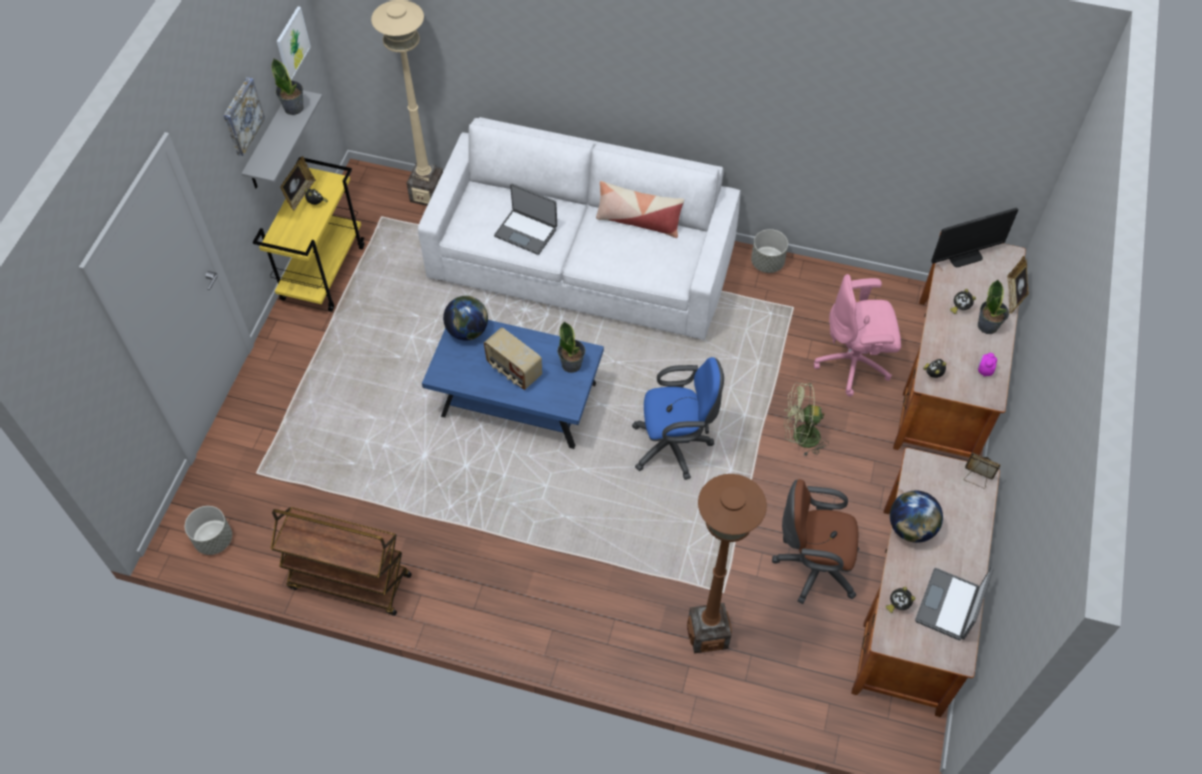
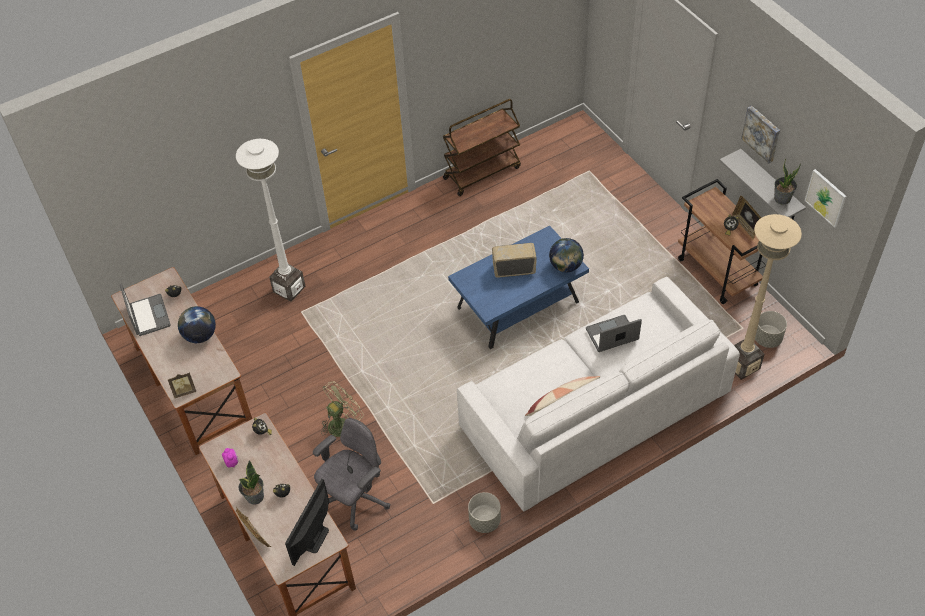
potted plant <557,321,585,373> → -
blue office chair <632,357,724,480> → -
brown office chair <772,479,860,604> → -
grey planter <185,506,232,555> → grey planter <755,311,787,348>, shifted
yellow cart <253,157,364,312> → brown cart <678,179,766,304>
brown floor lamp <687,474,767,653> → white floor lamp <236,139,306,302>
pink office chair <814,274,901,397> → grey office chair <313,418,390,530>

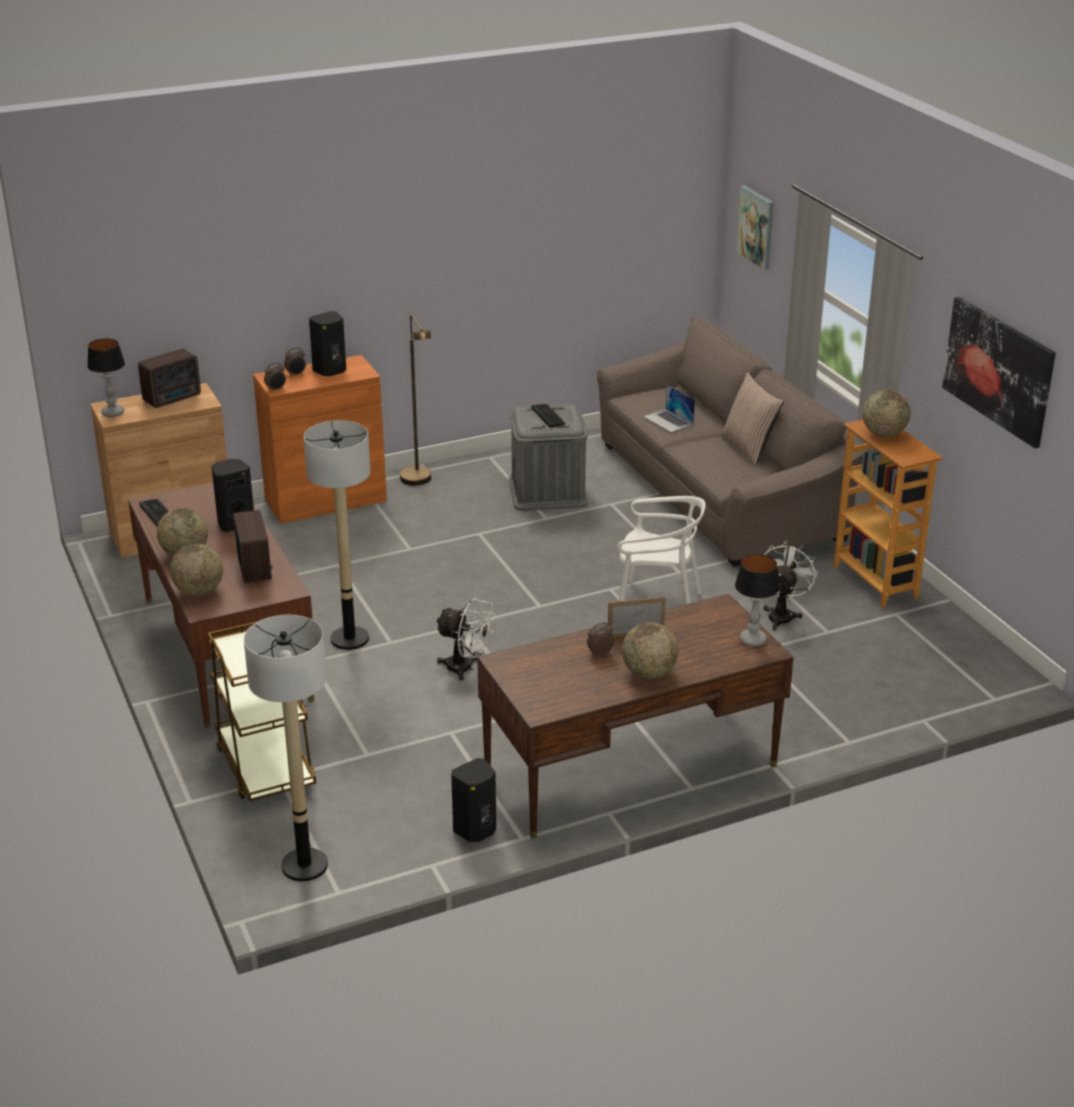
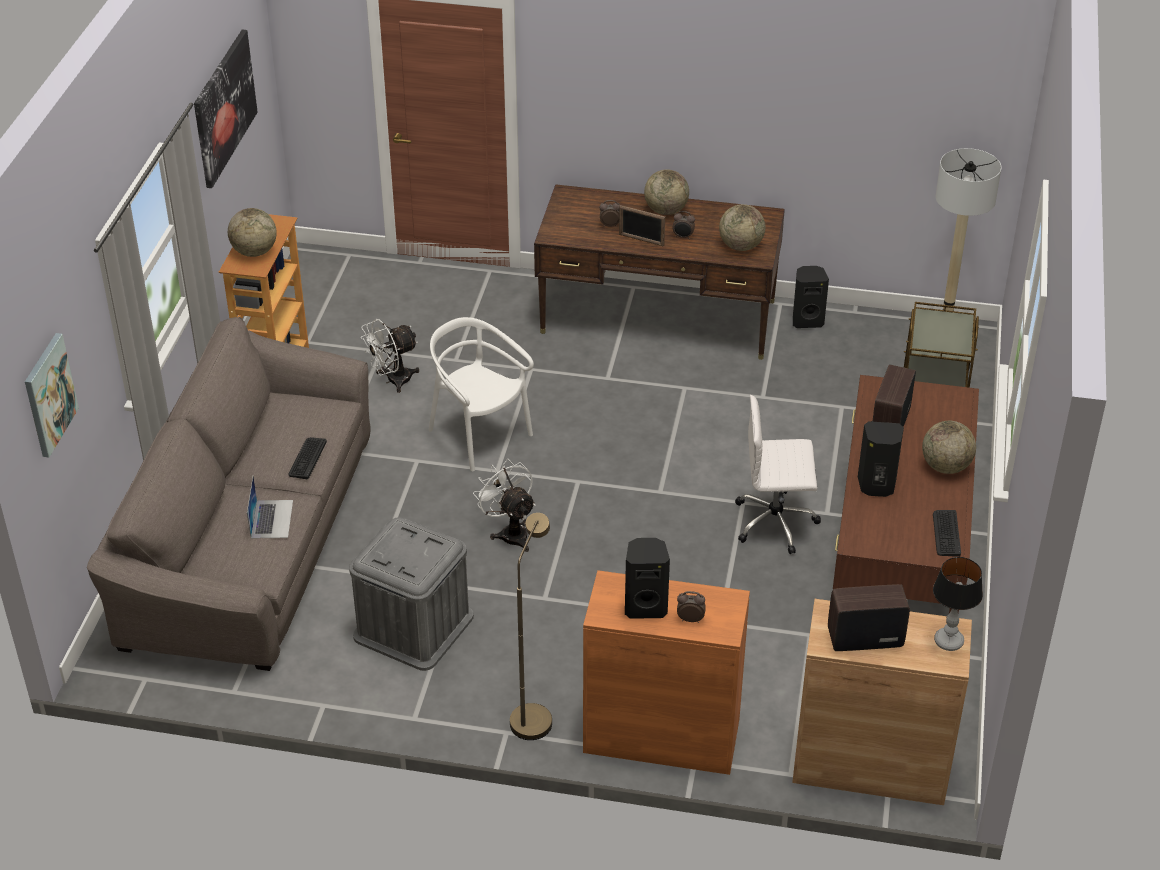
pillow <721,372,784,467> → -
table lamp <735,554,780,647> → -
globe <170,543,223,596> → globe <719,204,765,251>, shifted
alarm clock <264,362,286,392> → alarm clock <599,200,620,227>, shifted
white fan <435,598,495,681> → white fan <473,459,535,552>, shifted
keyboard <532,404,565,428> → keyboard <288,437,327,479>, shifted
floor lamp <304,420,370,650> → white office chair <735,395,821,554>

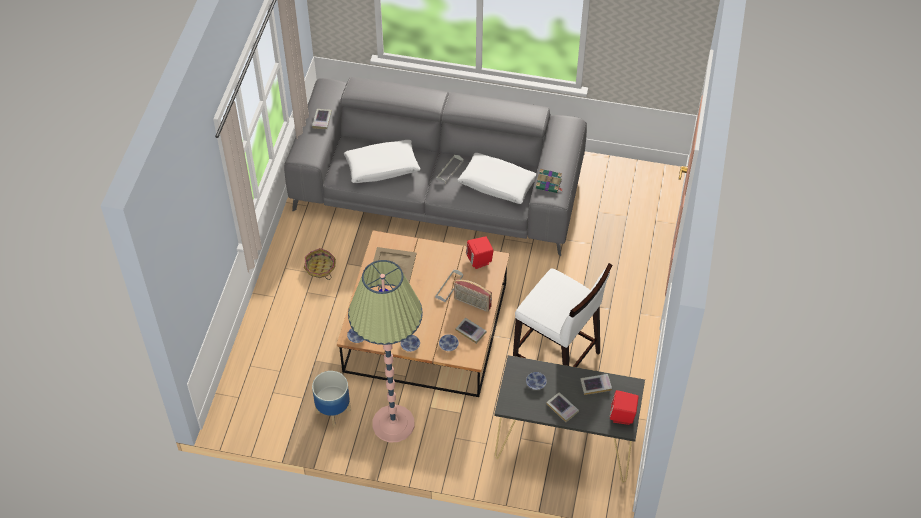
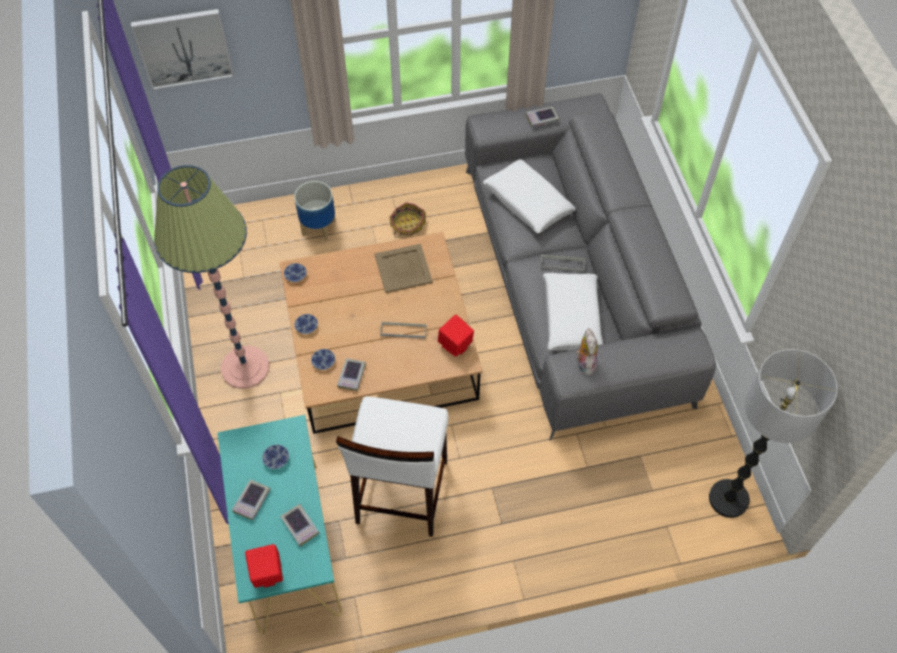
radio <454,279,492,312> → -
- → picture <131,9,234,90>
- → floor lamp <709,349,838,518>
planter <312,371,351,427> → planter <294,181,336,241>, shifted
book <536,169,562,193> → plush toy <576,328,598,375>
black console table <494,355,645,483> → turquoise console table <217,415,342,634>

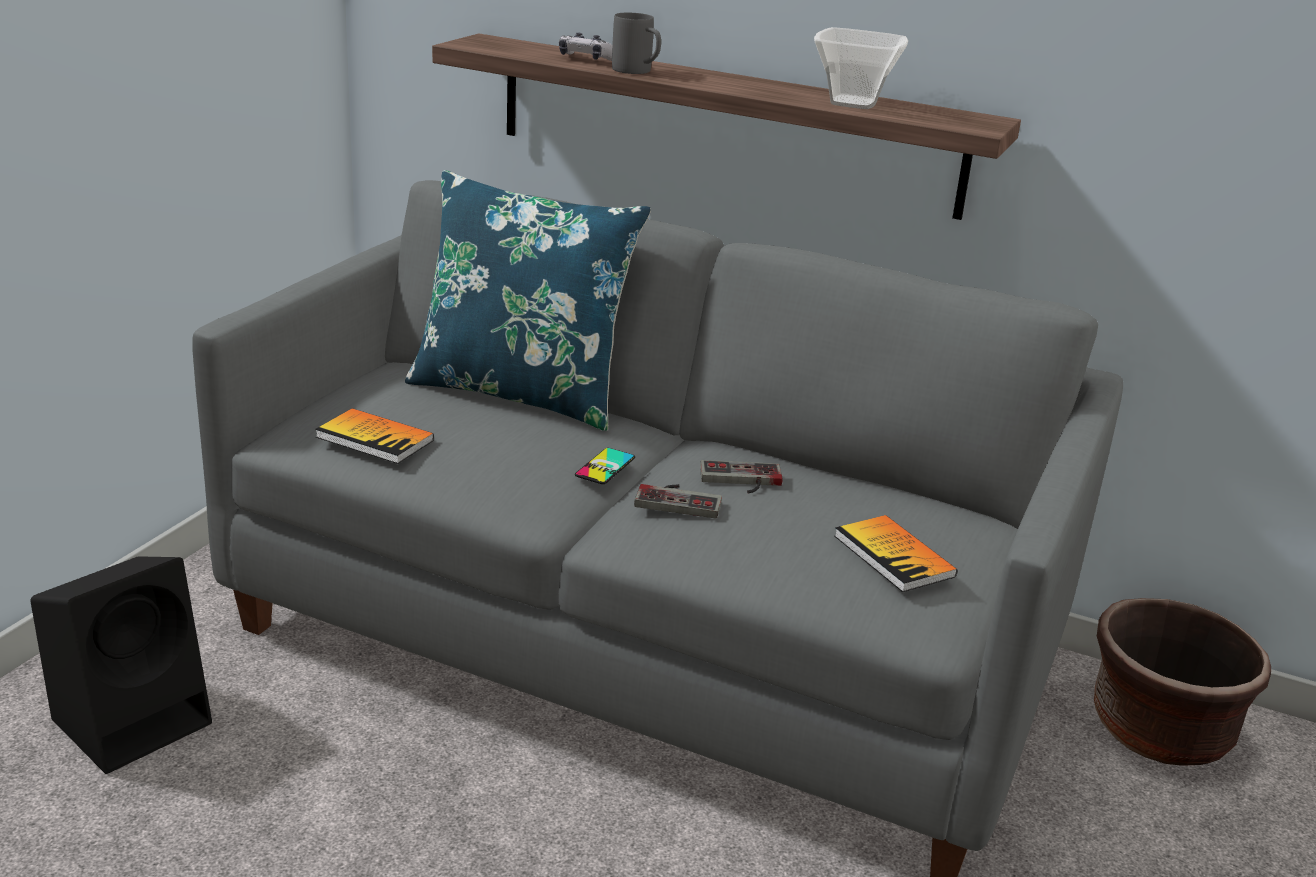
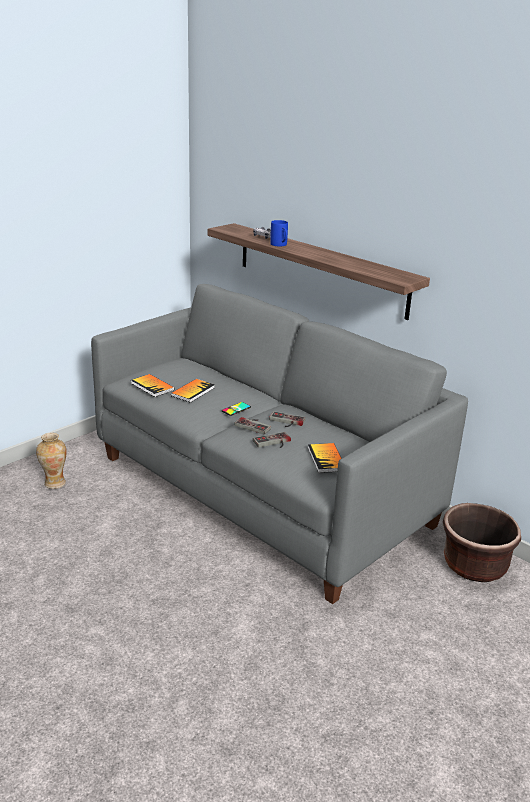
blue pillow <405,170,651,431> → -
bowl <814,27,908,109> → -
- → book <171,379,215,403>
- → game controller <253,432,291,448>
black speaker <30,556,212,774> → vase <36,433,67,489>
grey mug <612,13,661,74> → blue mug <270,220,288,246>

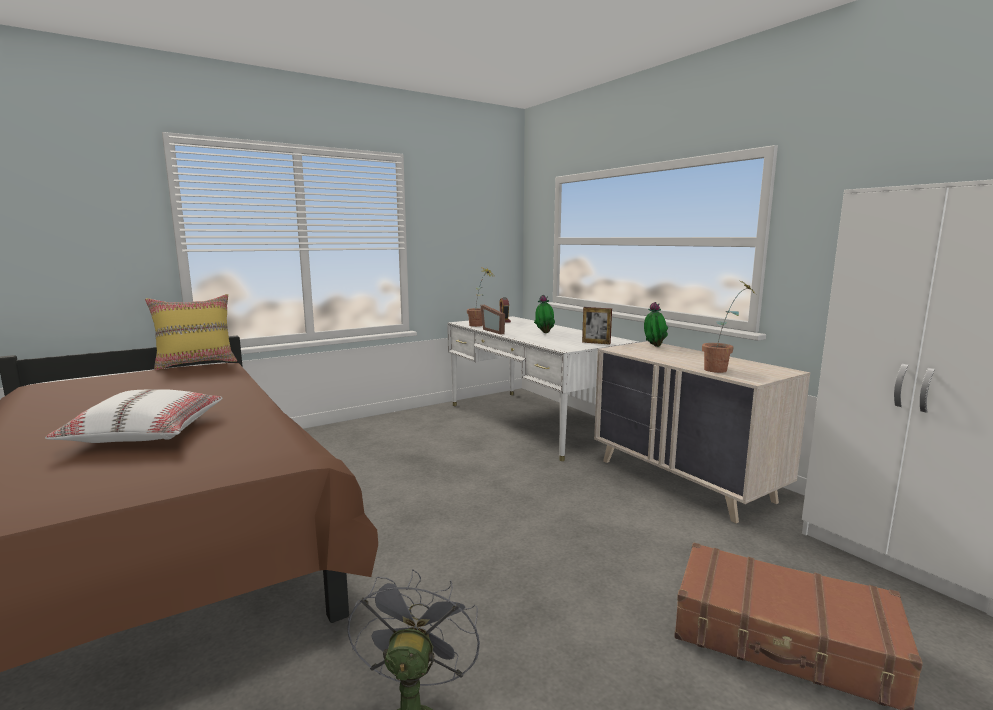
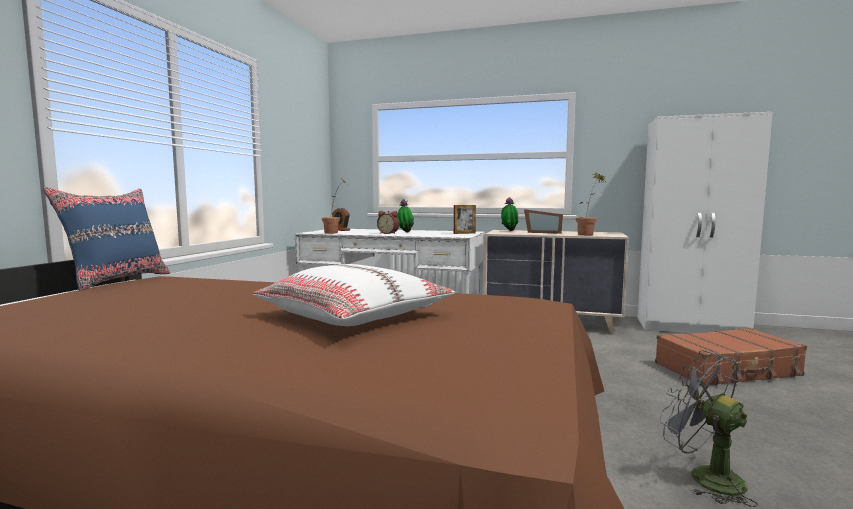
- → alarm clock <377,211,400,234>
picture frame <481,305,505,335> → picture frame <524,209,563,234>, shifted
yellow pillow <145,294,237,370> → blue pillow <43,187,171,290>

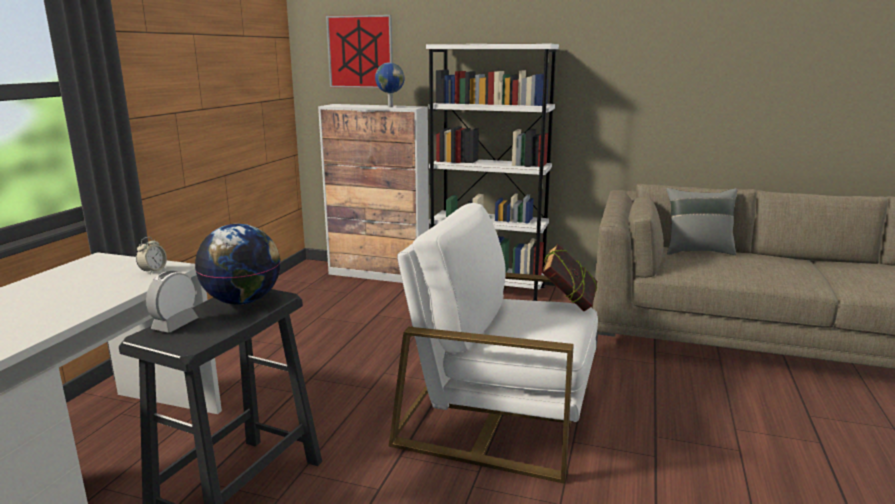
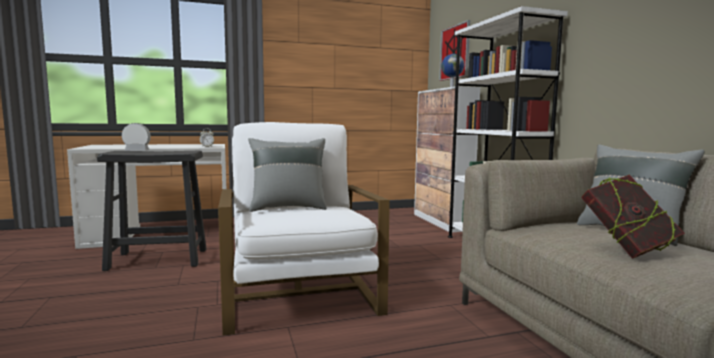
globe <195,224,281,305> → -
- → grey pillow <248,138,327,212>
book <542,243,598,311> → book <581,175,685,259>, shifted

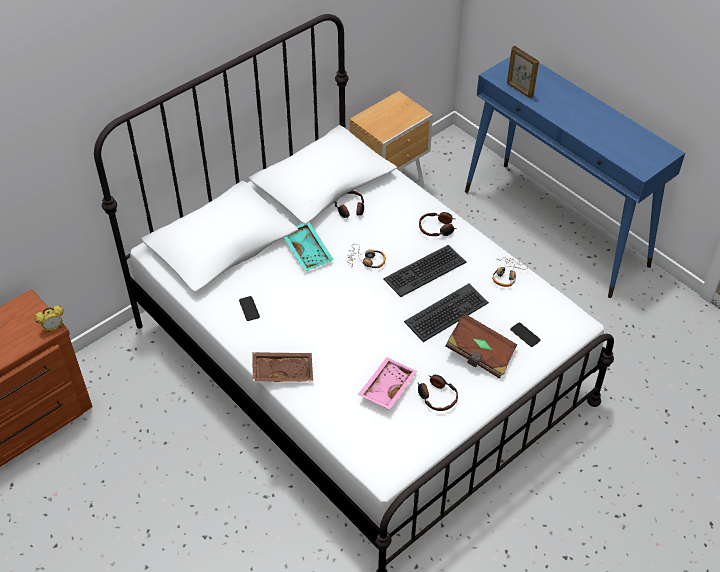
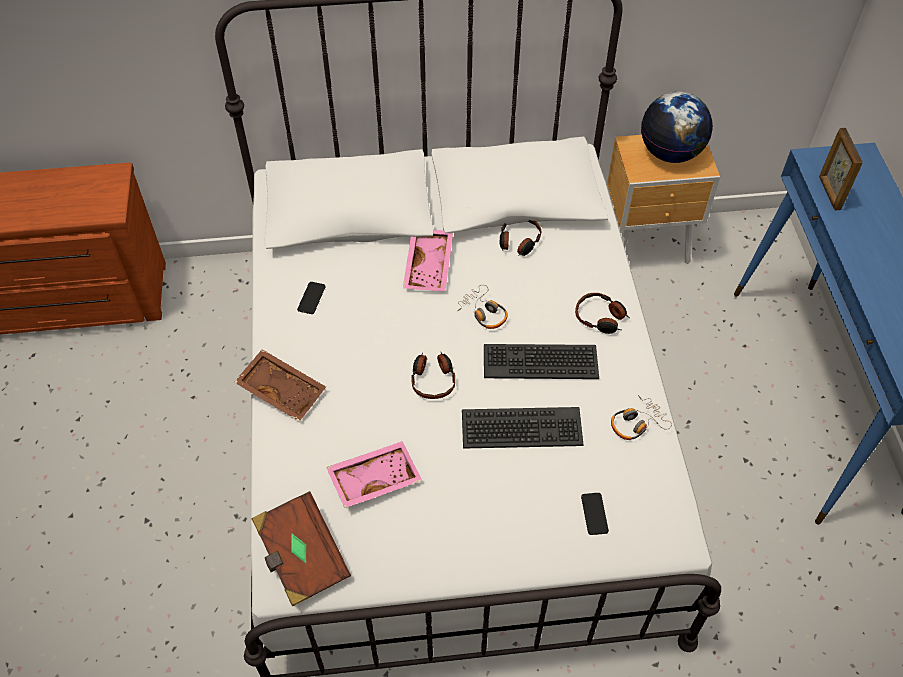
alarm clock <35,305,64,332> → -
- → globe <641,92,713,163>
headphones <418,375,458,411> → headphones <411,352,455,399>, shifted
brown book <445,313,517,379> → brown book <251,491,351,606>, shifted
turquoise tray <284,222,334,271> → pink tray <403,230,453,291>

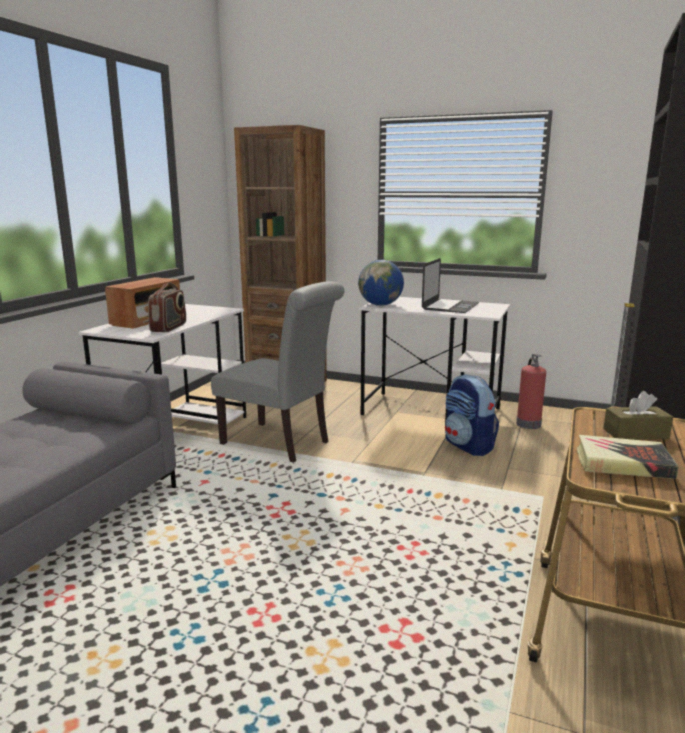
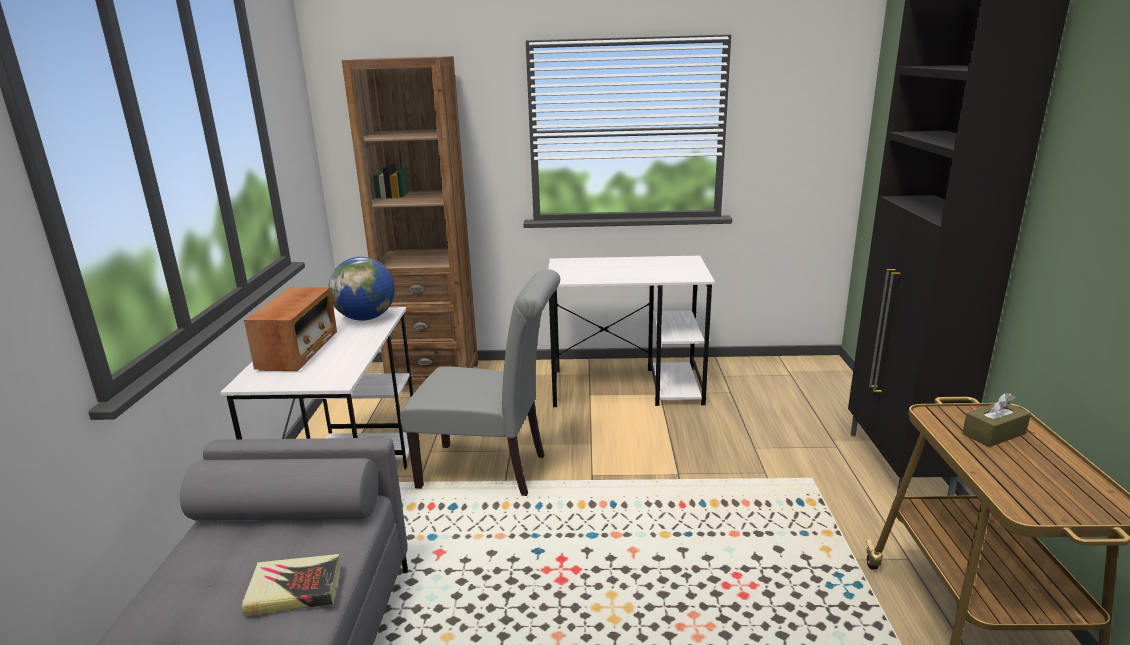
radio <148,283,186,332> → -
laptop <422,258,479,313> → -
backpack <445,374,499,456> → -
fire extinguisher <516,354,546,429> → -
globe <358,260,404,306> → globe <328,257,395,321>, shifted
book <577,435,678,479> → book <241,554,341,616>, shifted

